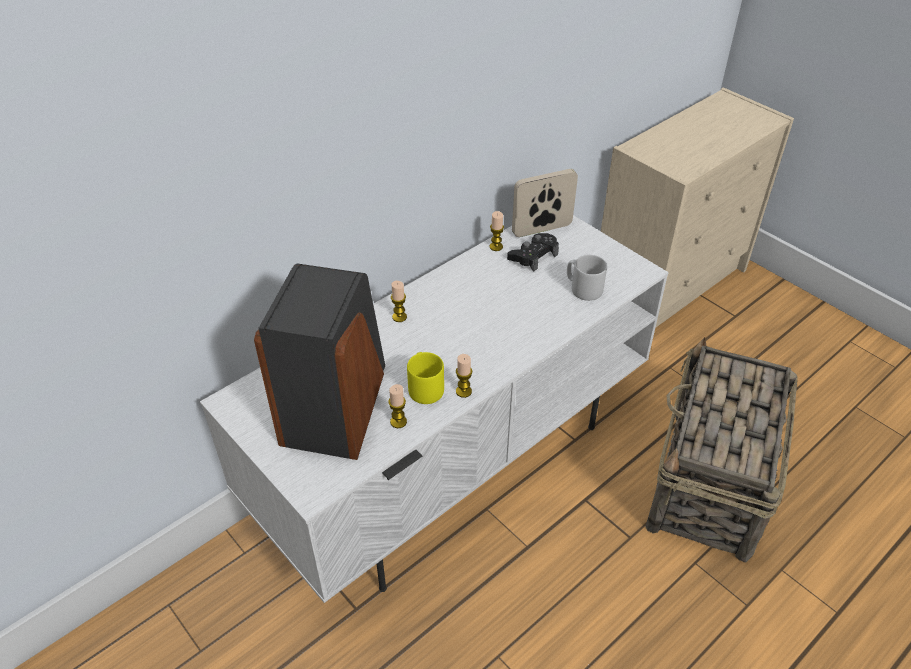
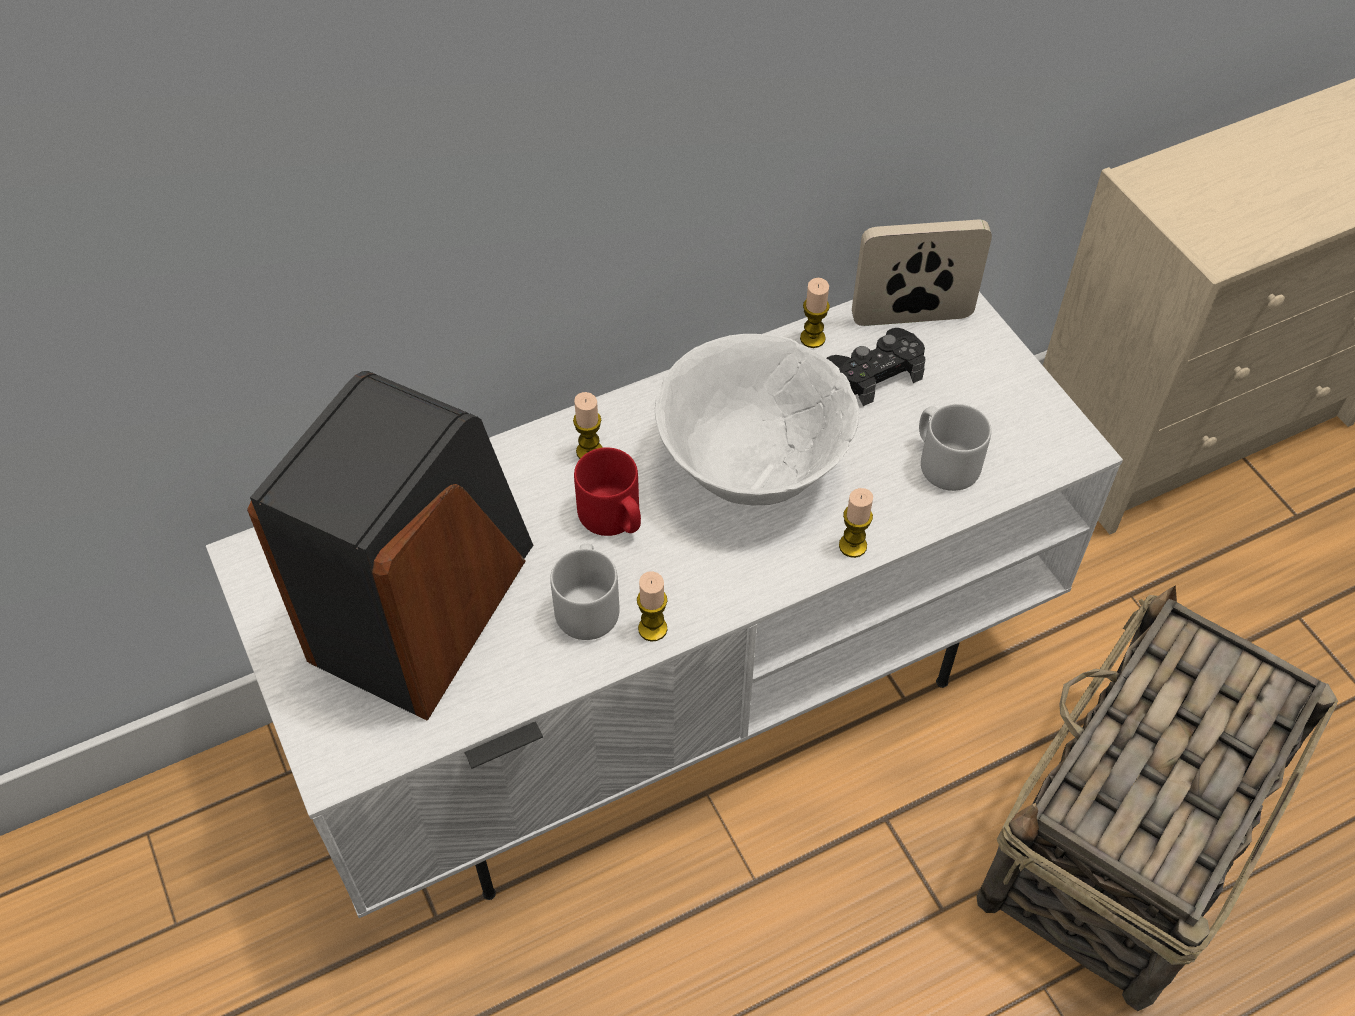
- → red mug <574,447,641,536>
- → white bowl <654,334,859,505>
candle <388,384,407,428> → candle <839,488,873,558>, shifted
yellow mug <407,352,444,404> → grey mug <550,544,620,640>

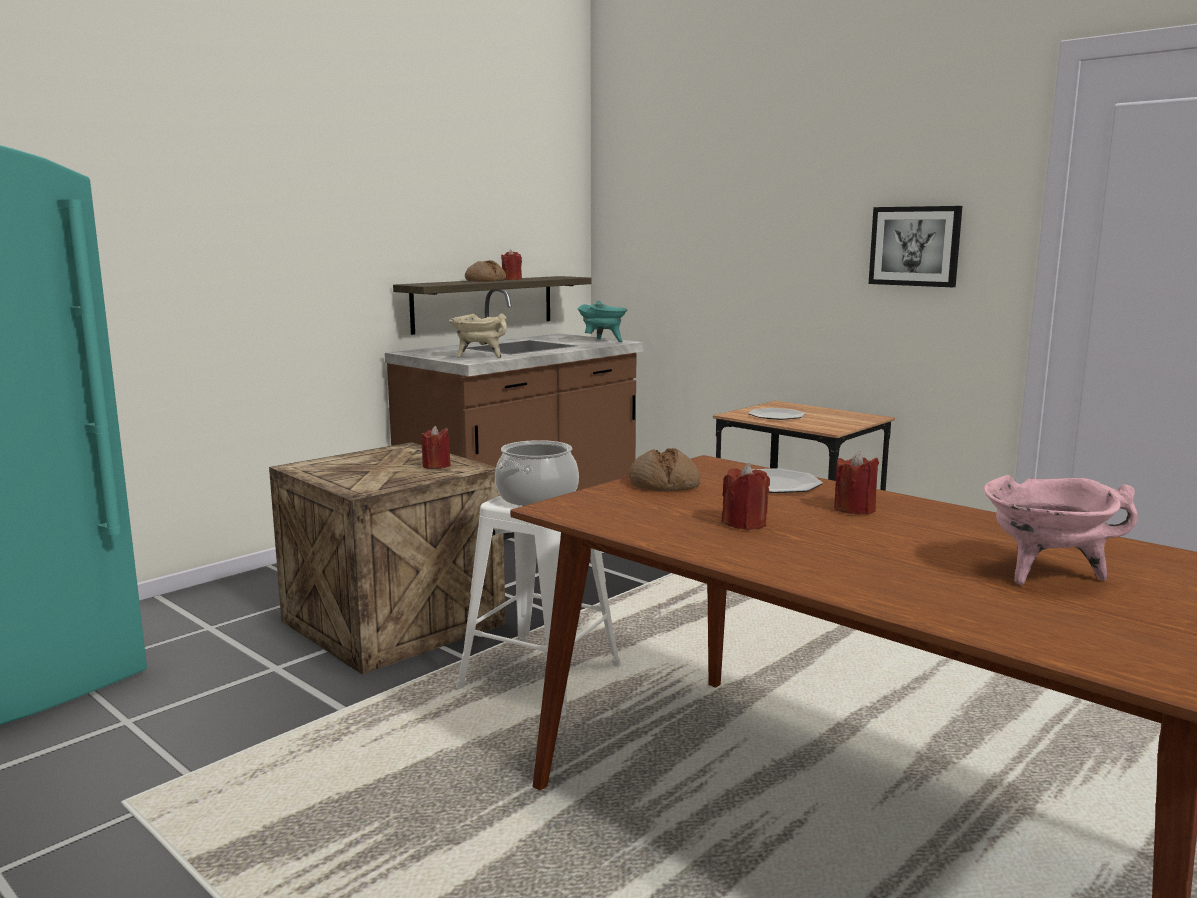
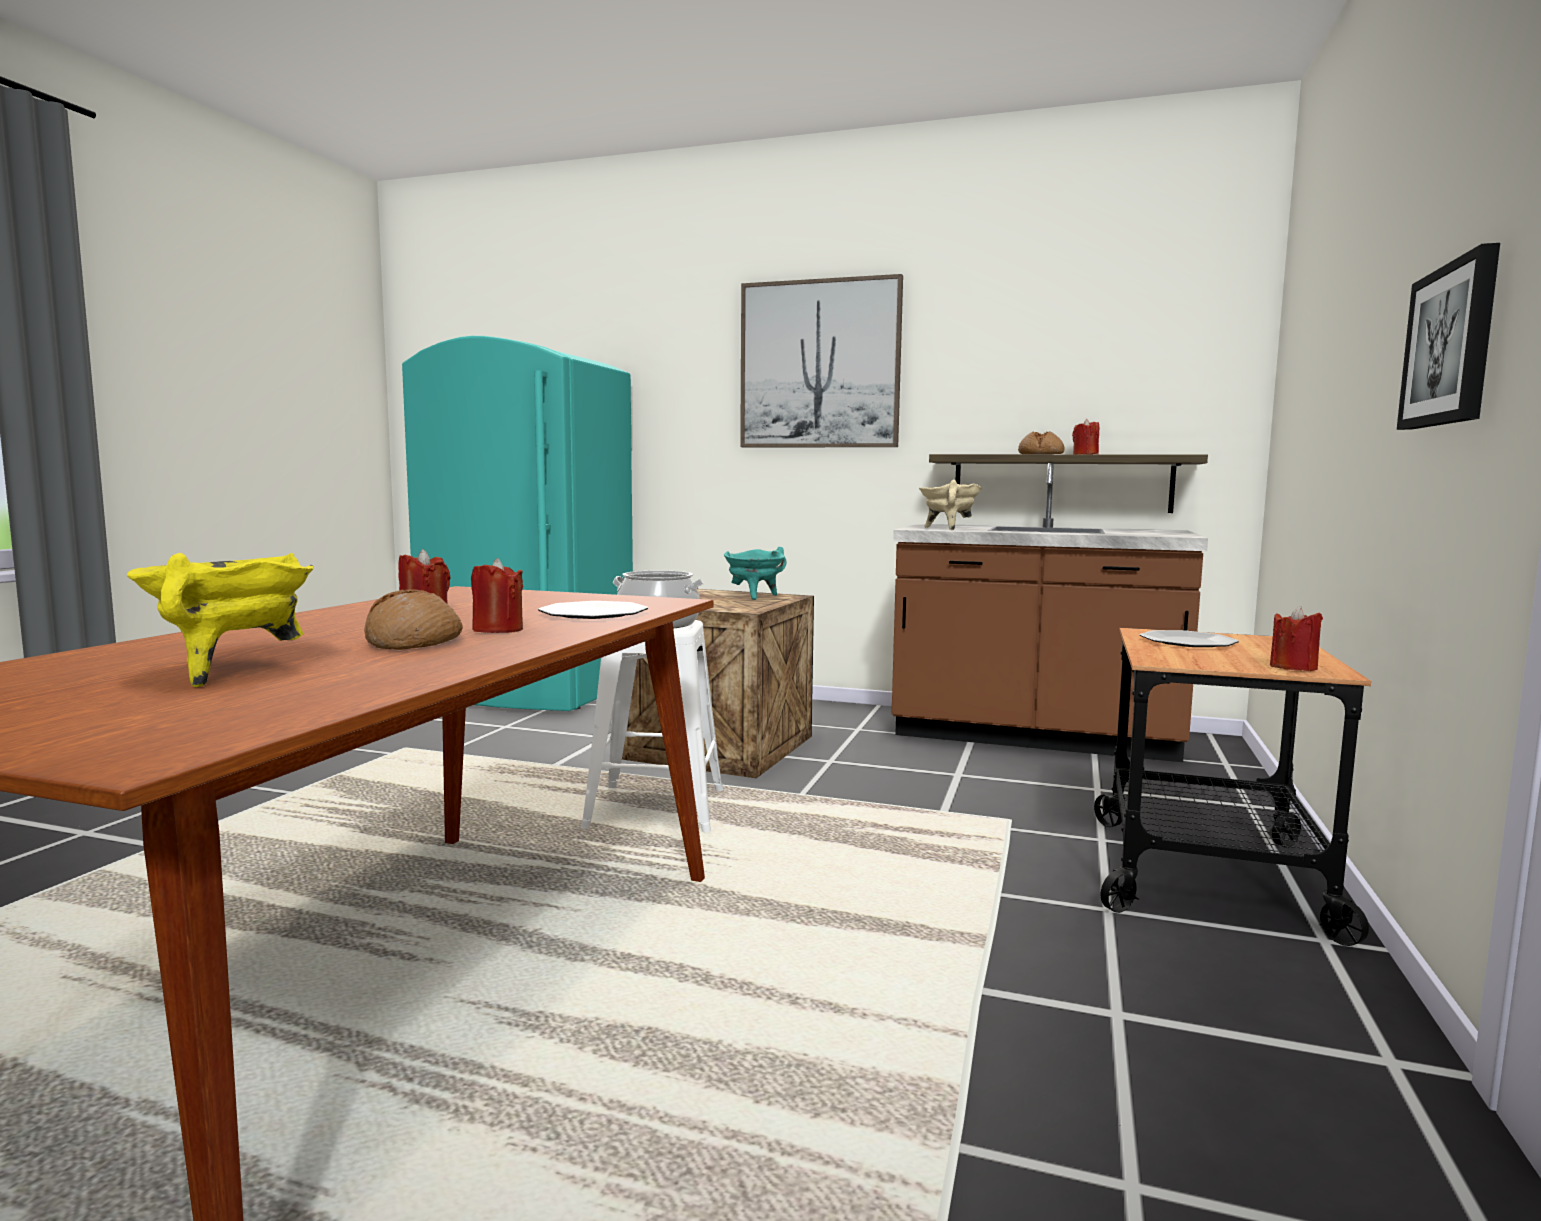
- → picture <740,274,903,447>
red candle <421,425,451,469> → red candle <1270,606,1323,671>, shifted
turquoise cooking pot <577,301,628,342> → turquoise cooking pot <724,547,787,600>, shifted
bread <629,448,700,491> → bread <364,590,463,650>, shifted
pink cooking pot <984,475,1137,585> → yellow cooking pot <127,553,314,687>

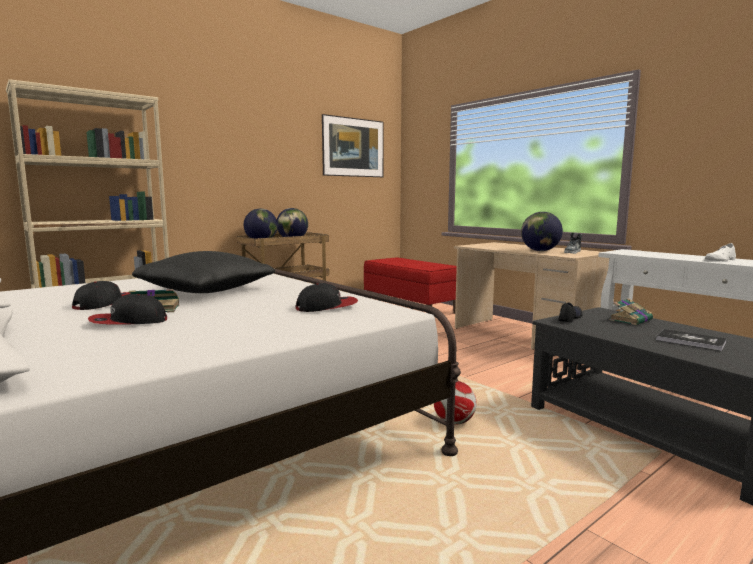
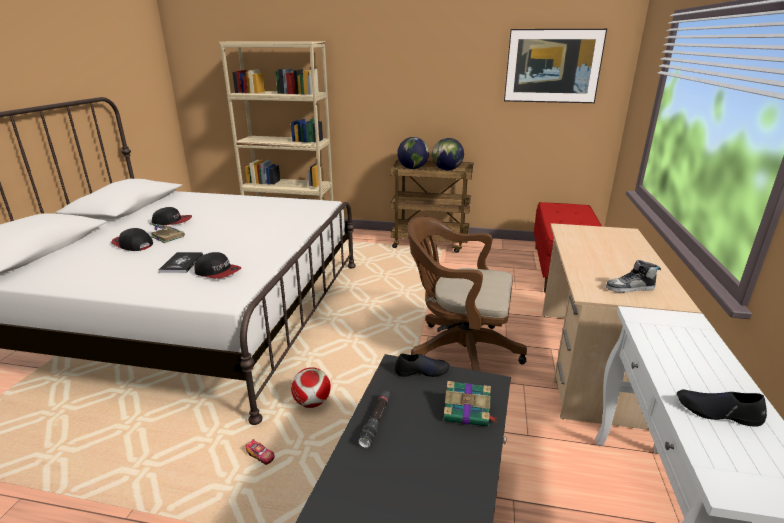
black pillow <132,251,275,293> → -
globe <521,212,563,251> → -
- → toy car <245,439,275,465>
- → black flashlight <358,390,391,448>
- → brown office chair <407,217,527,371>
book <656,329,727,351> → book <159,252,203,273>, shifted
white shoe <705,243,736,262> → black shoe <677,390,767,426>

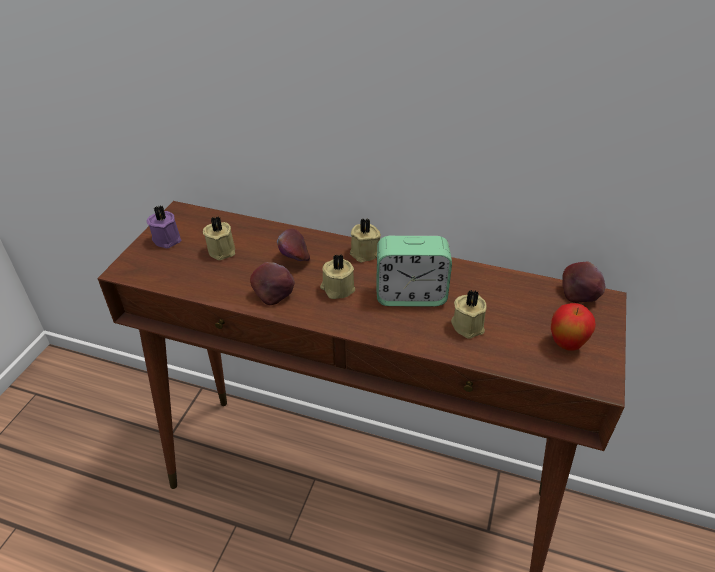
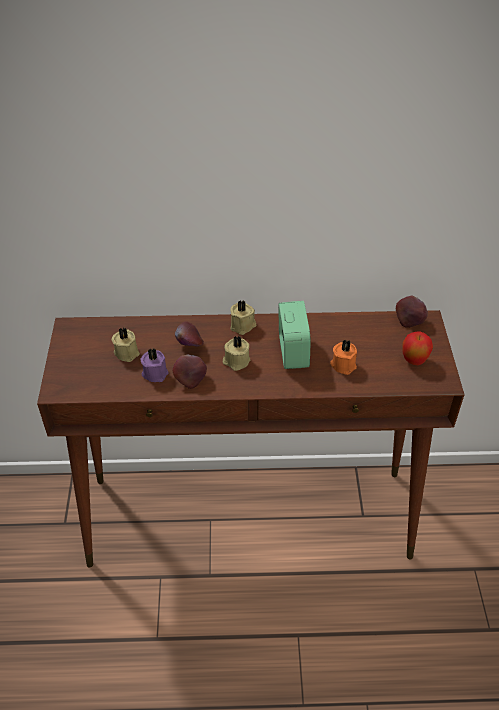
purple candle <146,206,182,248> → purple candle <140,348,168,382>, shifted
beige candle <451,290,487,339> → orange candle <330,339,357,375>
alarm clock <376,236,452,307> → alarm clock <278,301,311,369>, 75 degrees counterclockwise

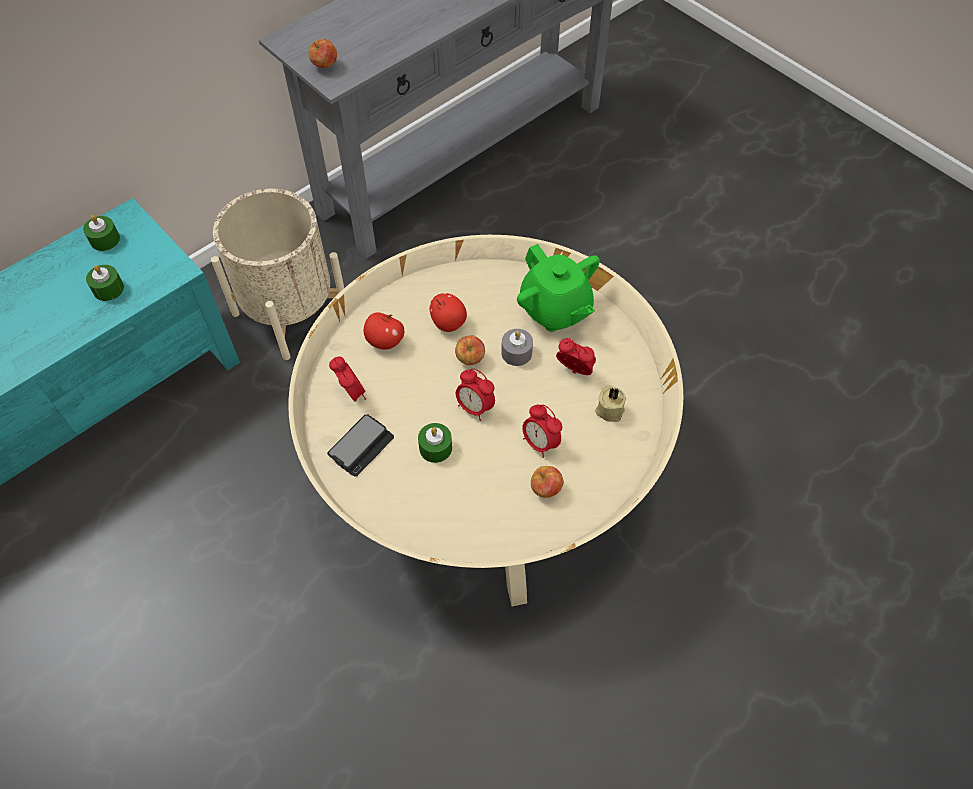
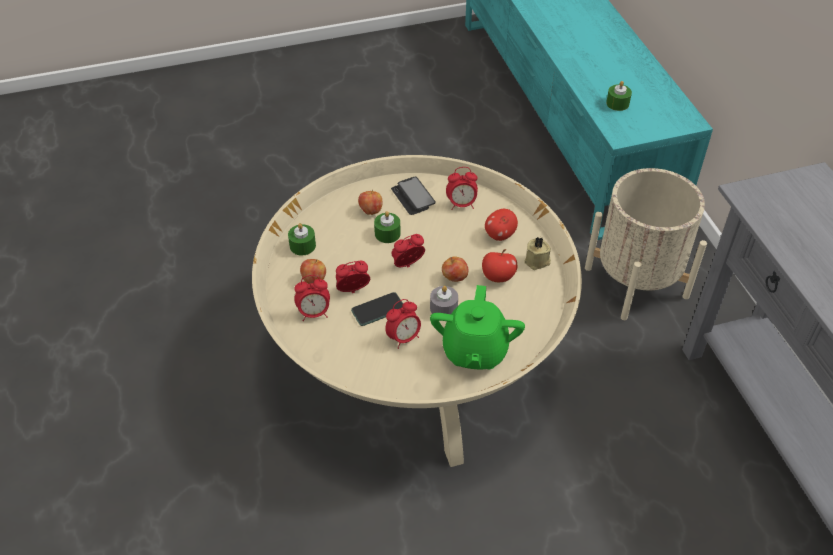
- → alarm clock <294,275,330,321>
- → phone <351,292,403,326>
green candle <83,215,120,251> → green candle <288,223,316,255>, shifted
apple <309,39,337,68> → apple <358,190,383,215>, shifted
beige candle <595,386,626,422> → beige candle <524,237,551,270>, shifted
green teapot <517,244,600,332> → green teapot <430,285,525,369>, 75 degrees counterclockwise

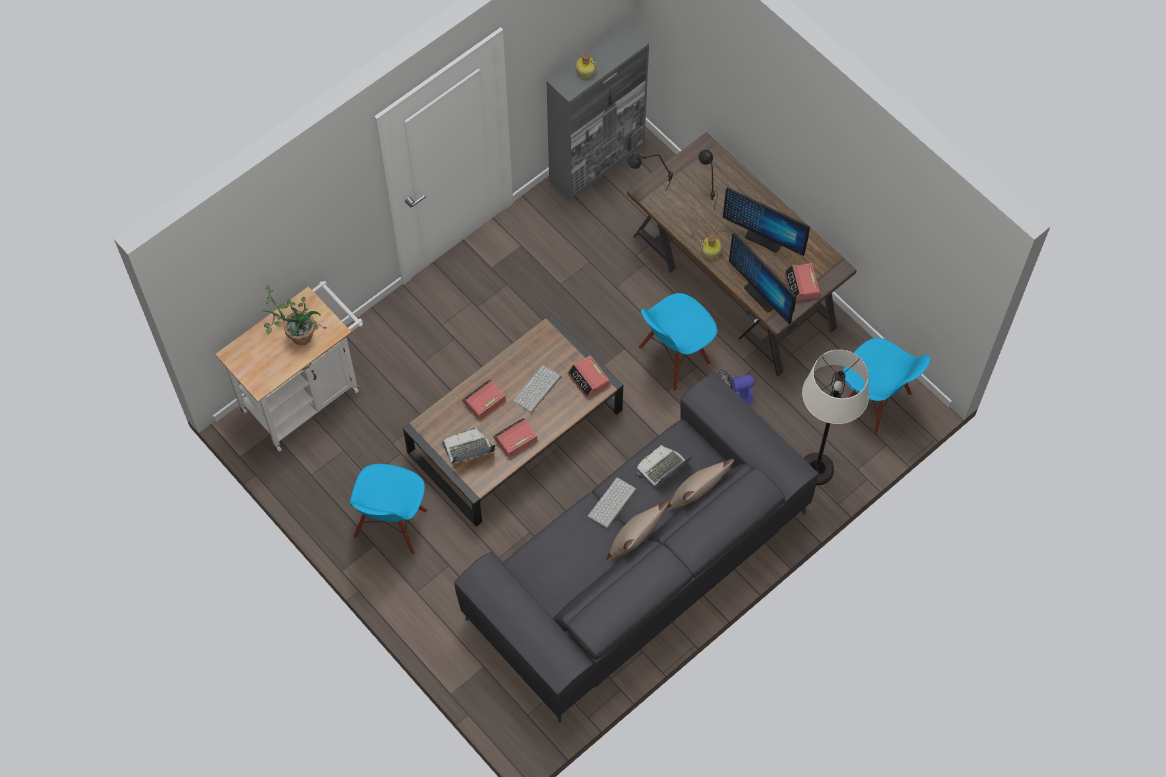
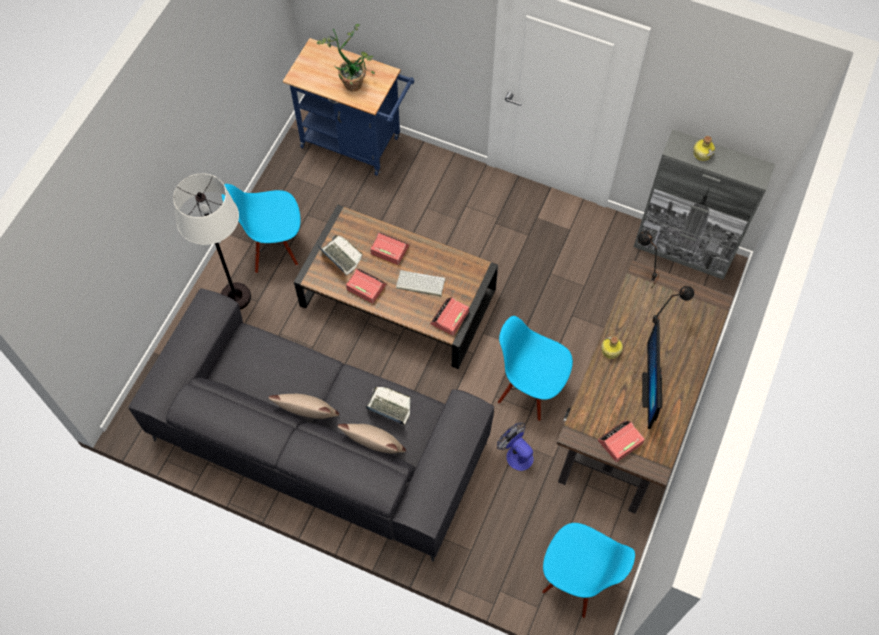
keyboard <588,477,637,529> → -
monitor <729,232,796,324> → -
white floor lamp <802,350,869,485> → white floor lamp <173,173,251,310>, shifted
white cart <215,281,363,452> → blue cart <283,38,415,176>
blue chair <843,338,931,437> → blue chair <542,523,635,618>, 75 degrees counterclockwise

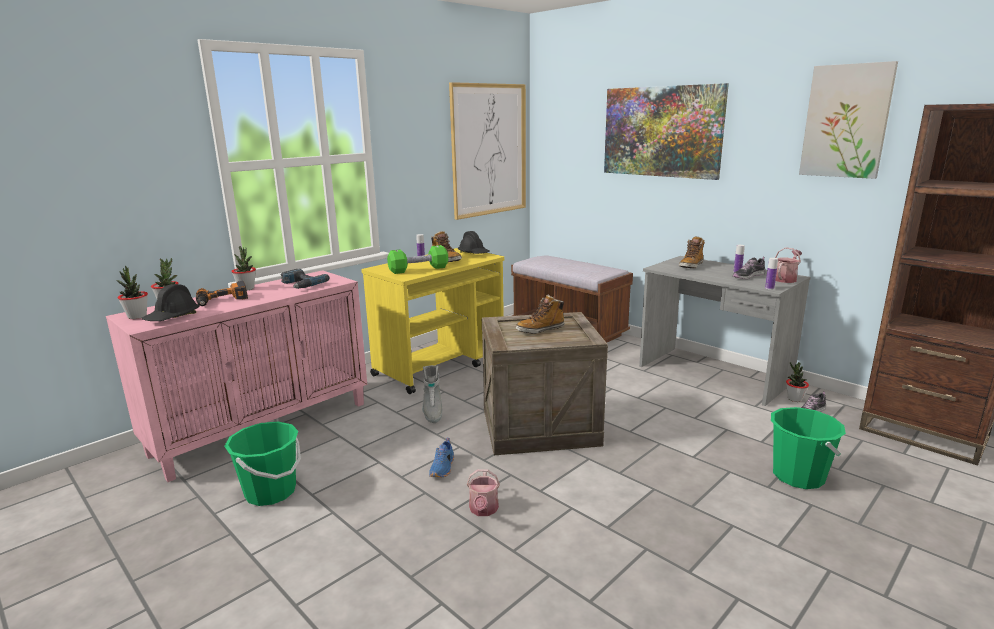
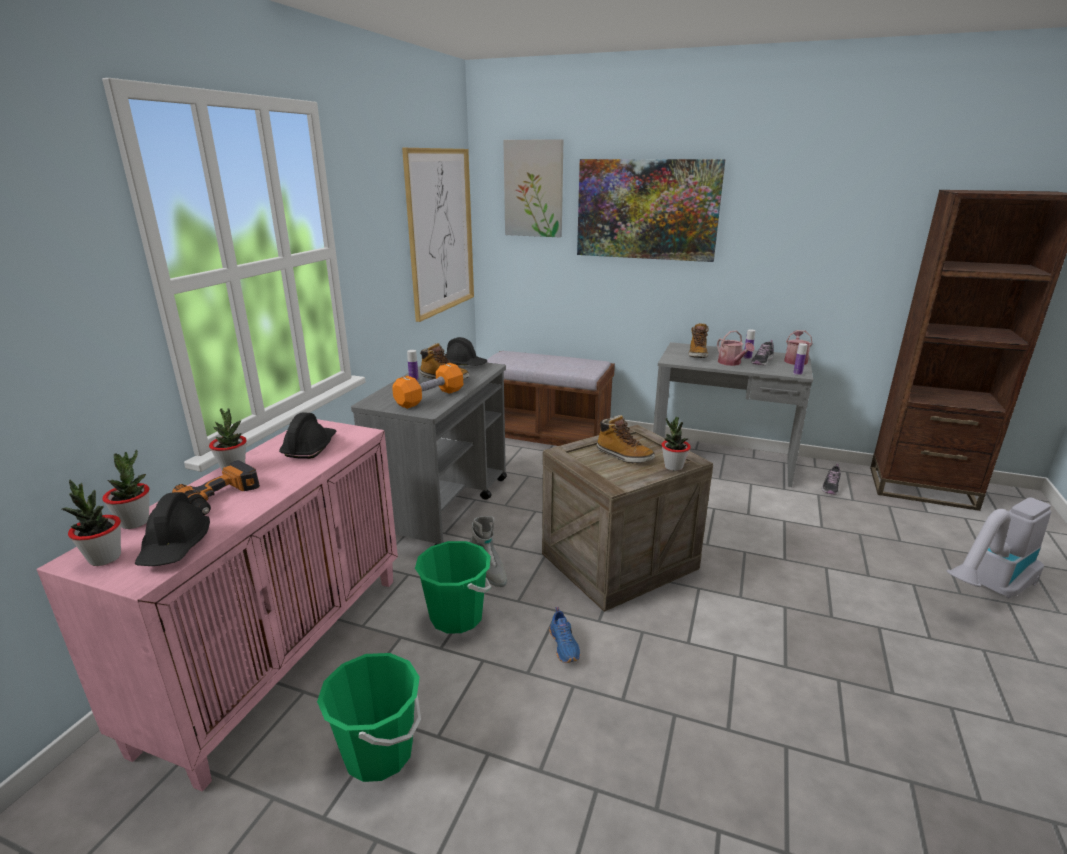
- → vacuum cleaner <947,497,1051,599>
watering can <467,469,500,516> → watering can <717,330,754,366>, shifted
green bucket <771,407,846,489> → green bucket <415,541,491,633>, shifted
potted plant <786,362,809,402> → potted plant <662,417,691,471>, shifted
picture <799,61,898,179> → picture <503,139,563,237>, shifted
power drill <281,269,330,289> → black hard hat <279,413,336,459>
yellow cart <361,248,504,394> → grey cart <351,363,507,545>
green dumbbell <387,245,448,274> → orange dumbbell <392,363,463,409>
boot <516,294,565,334> → boot <597,415,655,463>, 90 degrees counterclockwise

